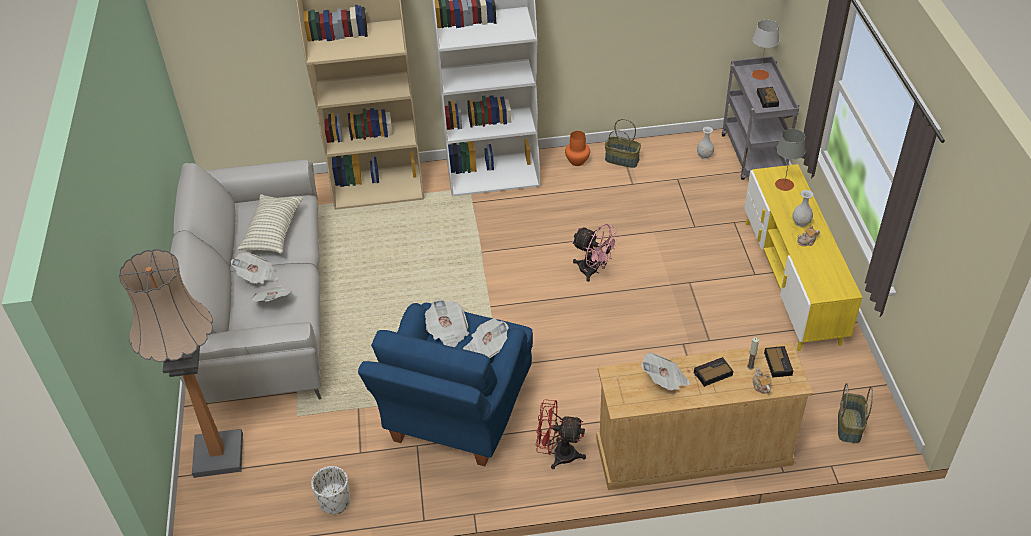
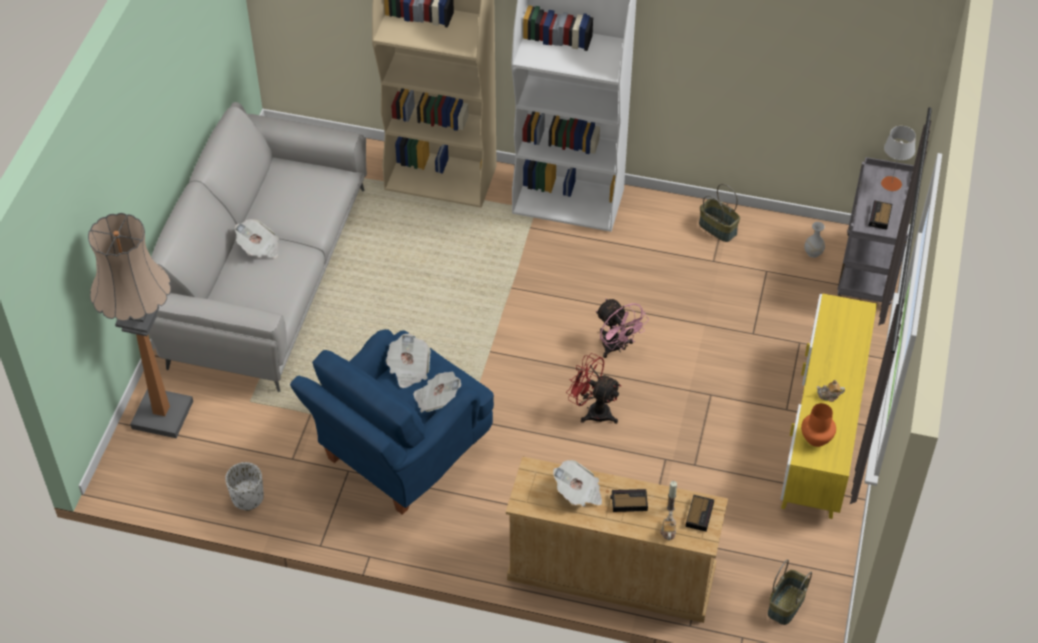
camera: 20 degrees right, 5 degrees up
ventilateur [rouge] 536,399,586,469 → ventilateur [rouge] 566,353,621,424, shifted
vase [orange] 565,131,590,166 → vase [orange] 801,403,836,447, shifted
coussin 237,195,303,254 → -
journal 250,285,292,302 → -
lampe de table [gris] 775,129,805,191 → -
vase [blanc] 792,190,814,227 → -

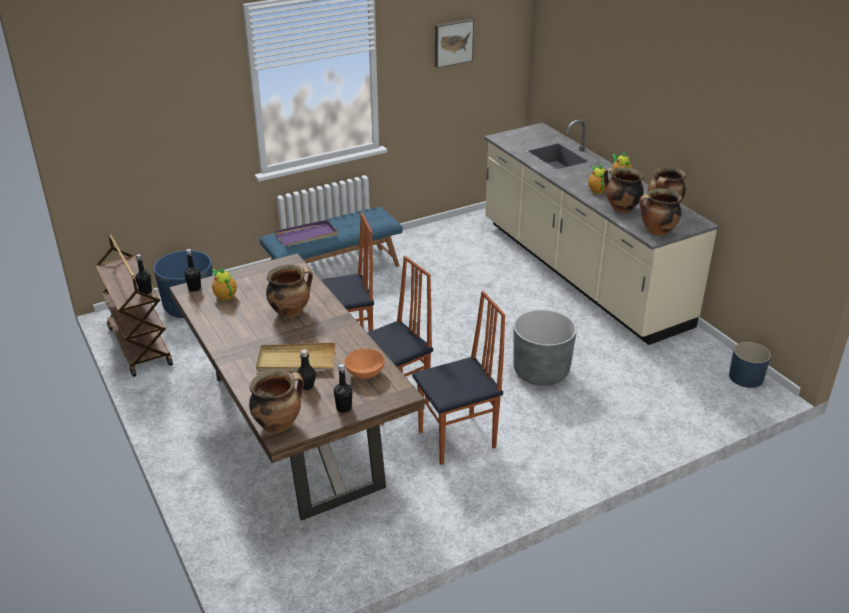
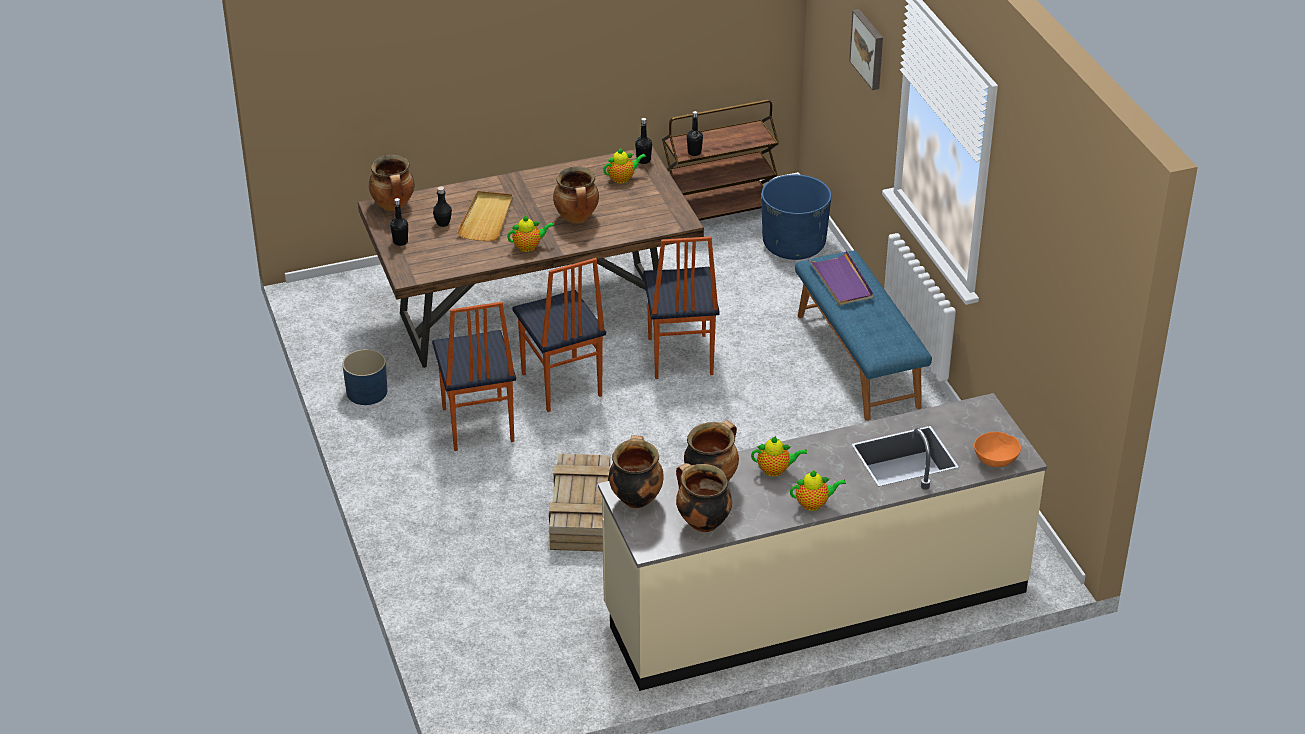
camera: 100 degrees right, 5 degrees up
cache-pot [bleu] 729,342,771,388 → cache-pot [bleu] 342,349,387,405, shifted
- → théière 507,215,554,252
cache-pot [gris] 513,309,577,386 → caisse 549,453,610,552
tableau 435,19,474,68 → tableau 849,9,883,90, shifted
bol [orange] 344,348,385,379 → bol [orange] 974,432,1021,467, shifted

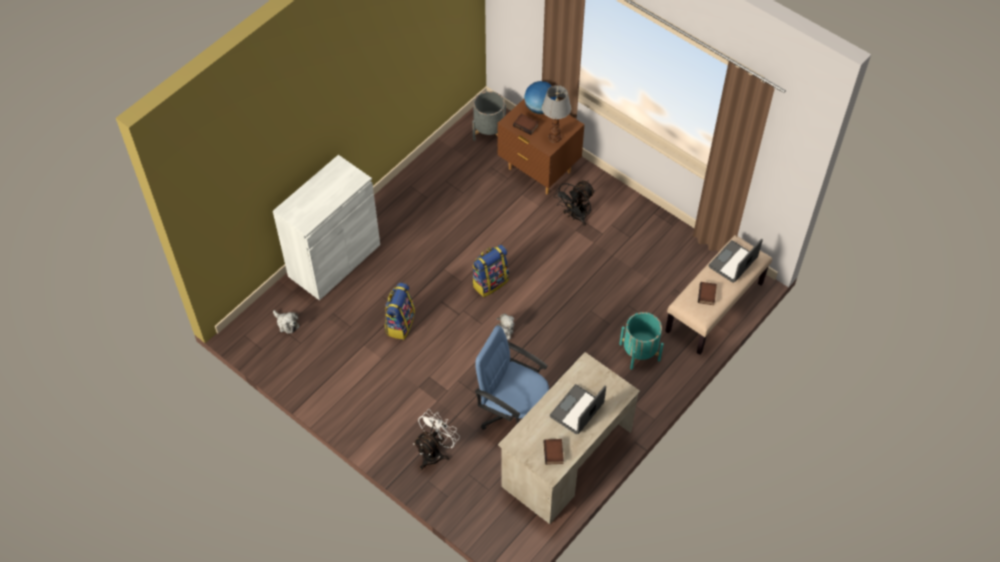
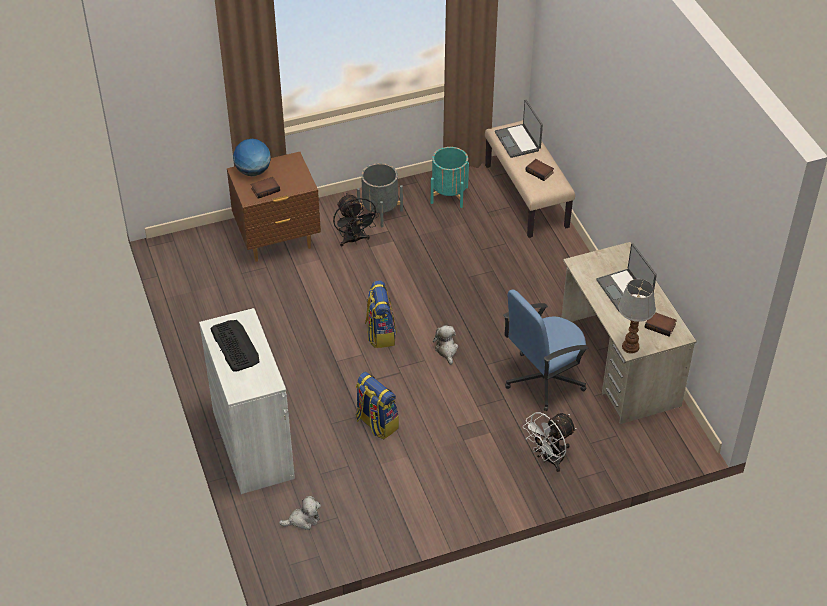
camera: 60 degrees left, 10 degrees down
- → clavier 210,320,260,372
cache-pot [gris] 472,91,506,141 → cache-pot [gris] 357,163,403,227, shifted
cache-pot [turquoise] 619,312,664,370 → cache-pot [turquoise] 431,147,469,208, shifted
ventilateur [blanc] 413,409,460,470 → ventilateur [blanc] 523,412,577,472, 105 degrees counterclockwise
lampe de table 542,85,571,143 → lampe de table 618,279,656,354, shifted

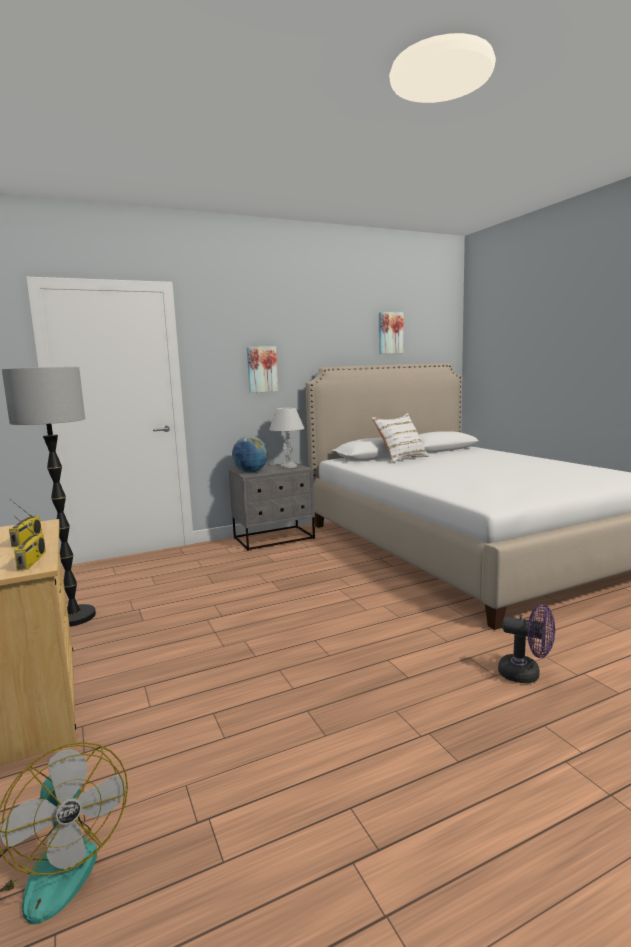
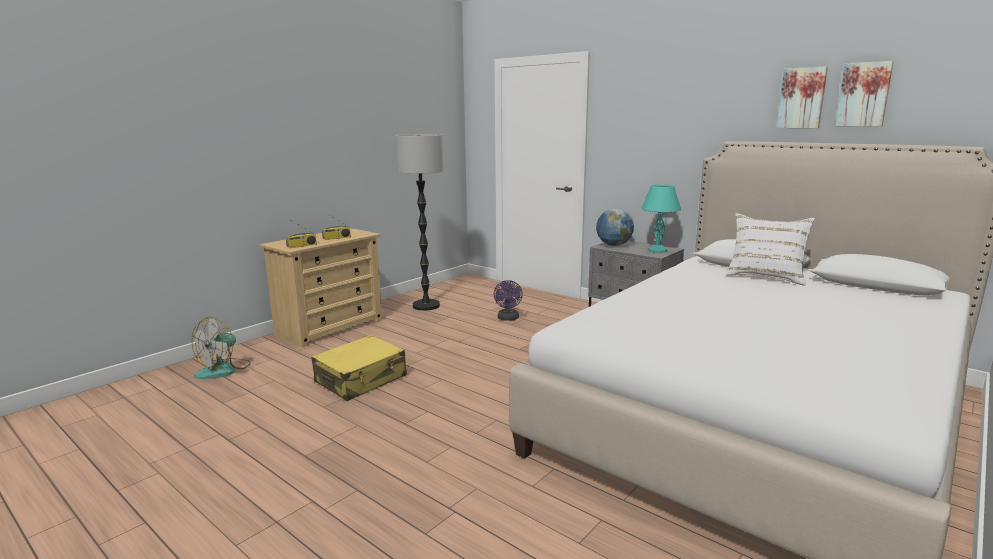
camera: 65 degrees right, 5 degrees up
- → valise [jaune] 311,335,407,401
ventilateur [violet] 498,604,555,683 → ventilateur [violet] 494,280,523,321, shifted
lampe de table [blanc] 269,408,304,468 → lampe de table [turquoise] 641,184,681,253
tableau 247,346,278,393 → tableau 777,66,828,128, shifted

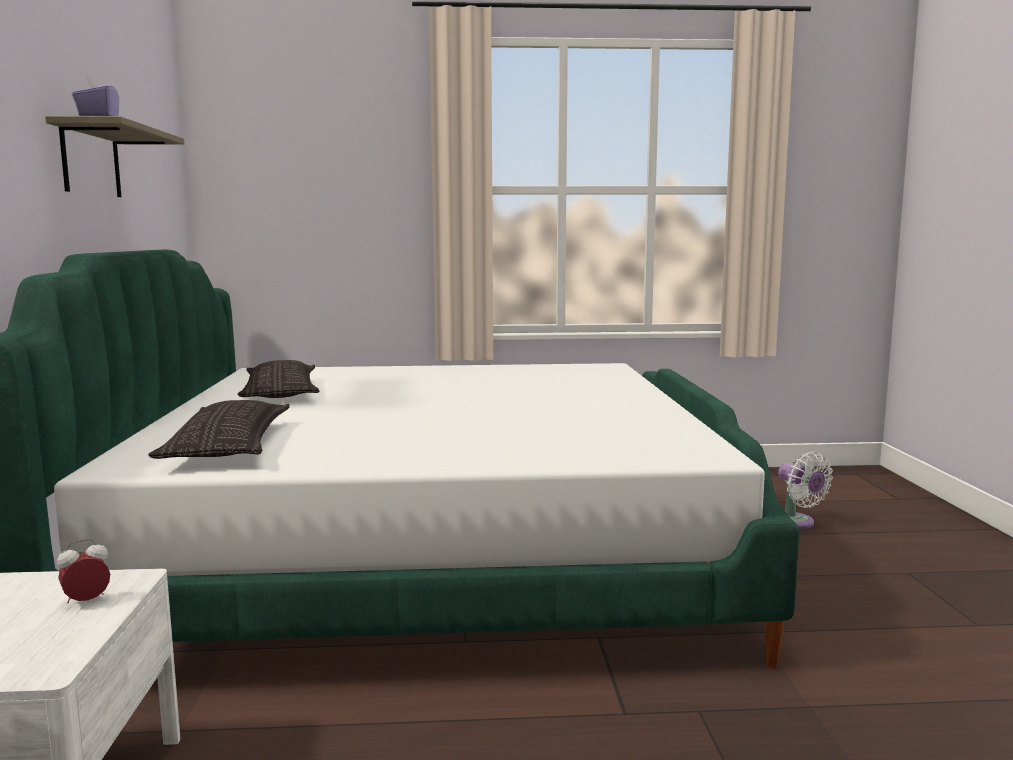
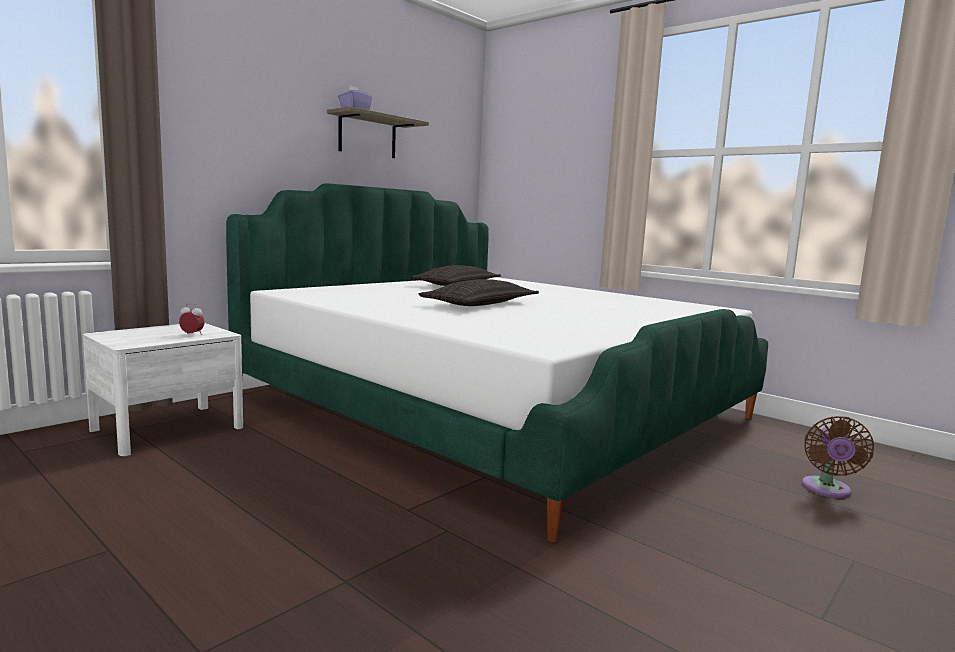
camera: 45 degrees right, 0 degrees up
coussin 148,400,289,459 → coussin 419,279,539,306, shifted
ventilateur [blanc] 778,452,833,529 → ventilateur [marron] 802,416,874,498

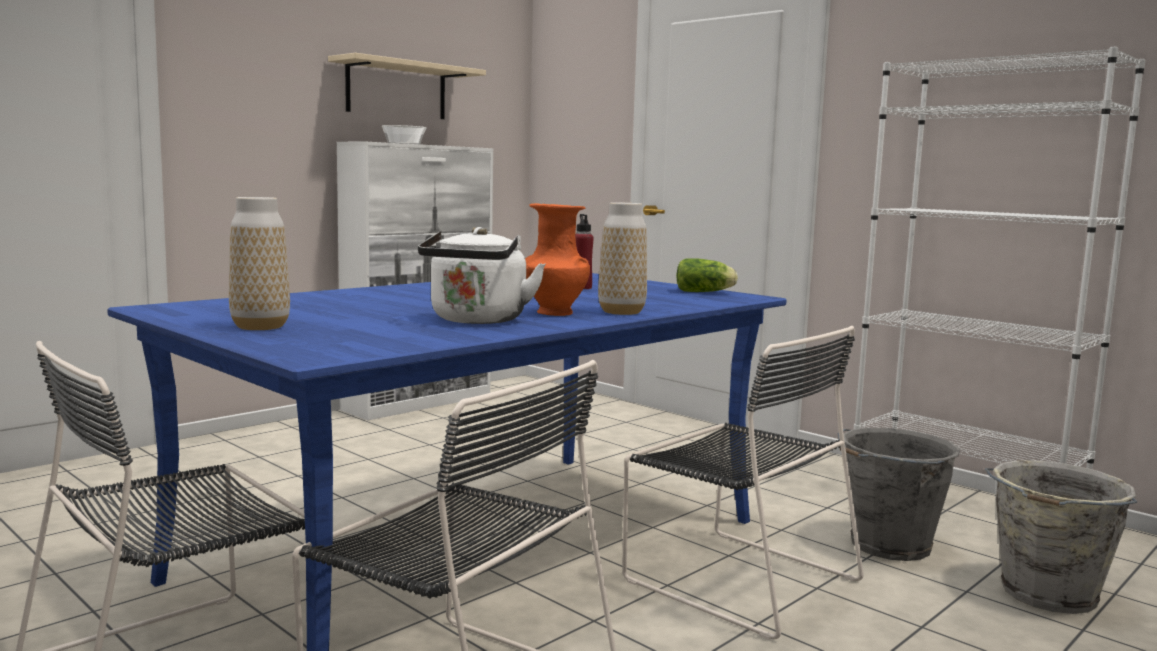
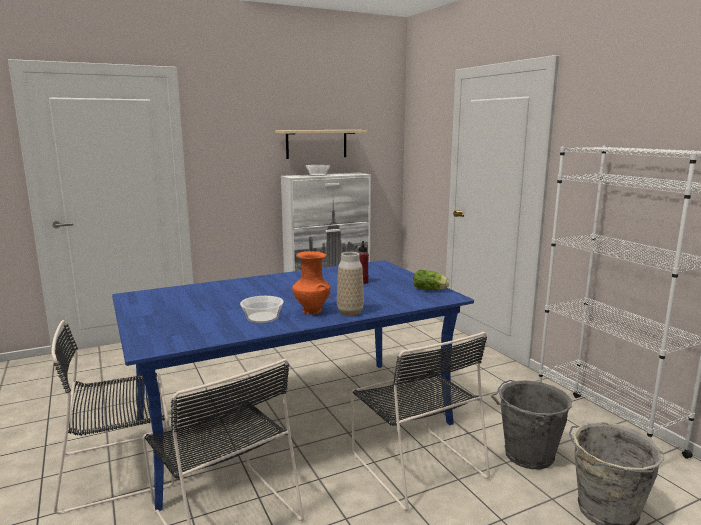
camera: 20 degrees right, 5 degrees up
bouilloire [blanc] 418,227,545,324 → bol 240,296,284,323
vase 229,197,290,330 → -

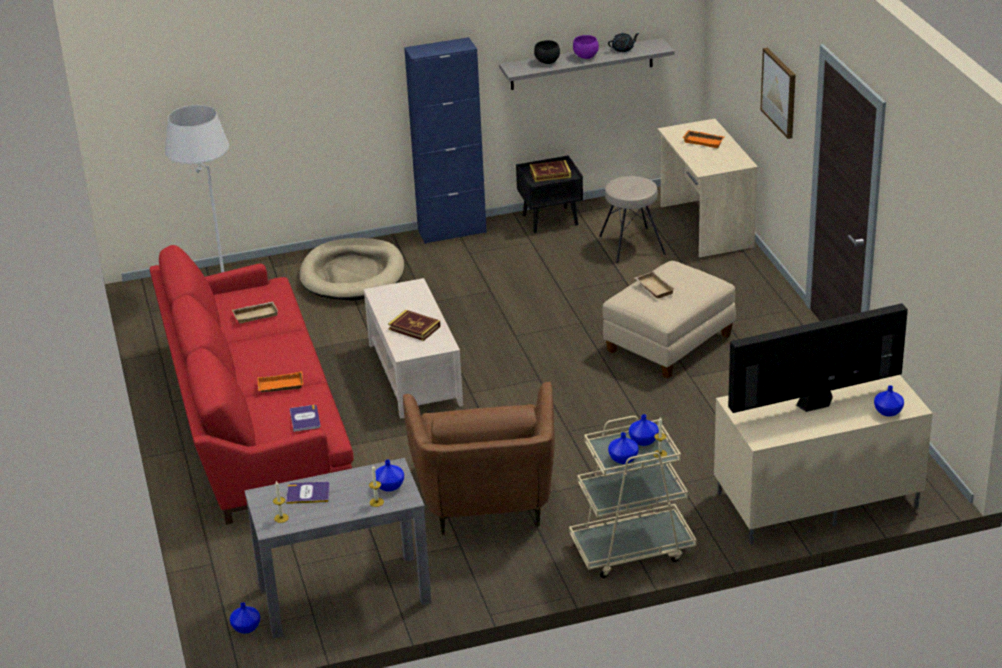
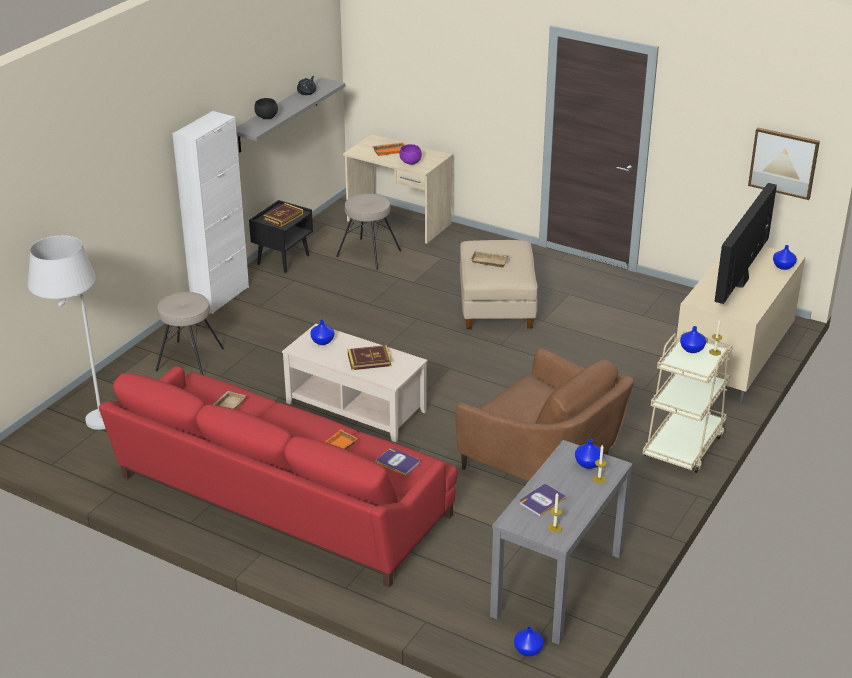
camera: 45 degrees left, 0 degrees up
panier pour chien [beige] 299,238,404,301 → tabouret [beige] 156,292,224,375
meuble de rangement [bleu] 404,37,487,244 → meuble de rangement [blanc] 172,111,249,314
vase [bleu] 608,432,639,464 → vase [bleu] 310,320,334,345, shifted
bol [violet] 573,35,599,59 → bol [violet] 400,144,422,165, shifted
tableau 760,47,795,139 → tableau 748,127,820,200, shifted

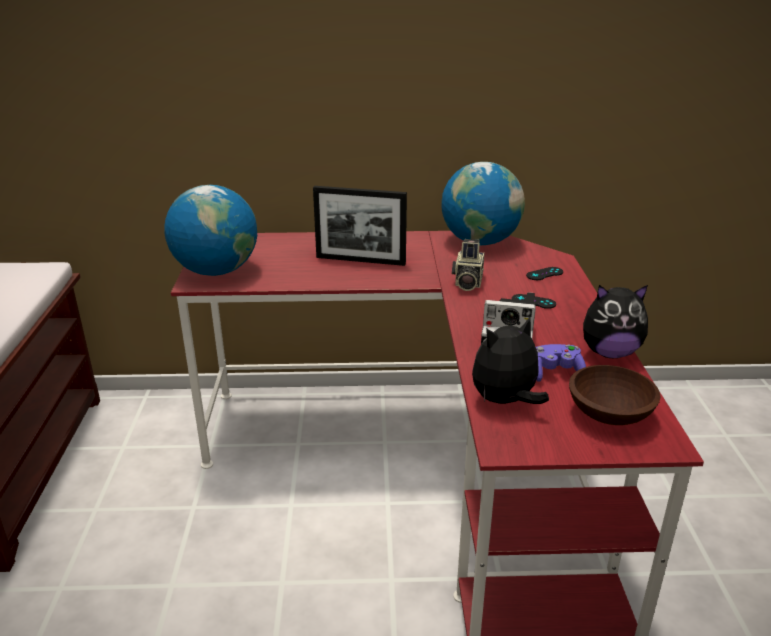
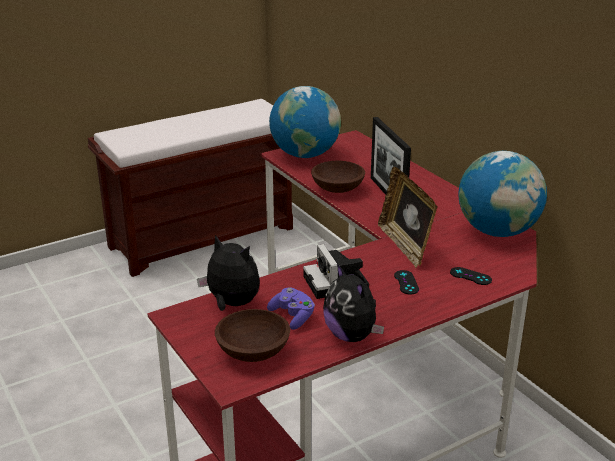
camera: 60 degrees right, 0 degrees up
- → bol [marron] 311,161,365,193
appareil photo 452,239,484,291 → cadre photo 378,167,437,268

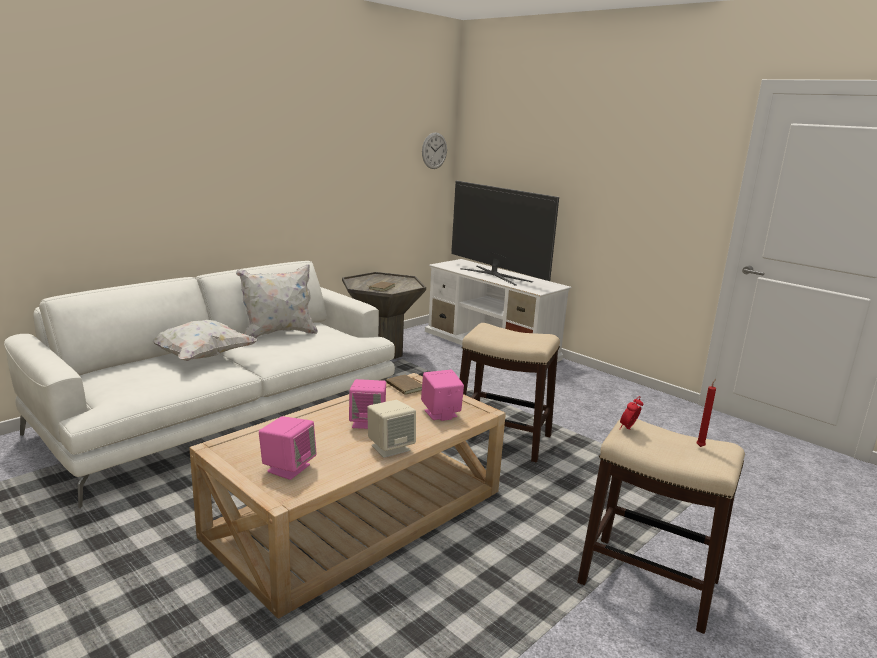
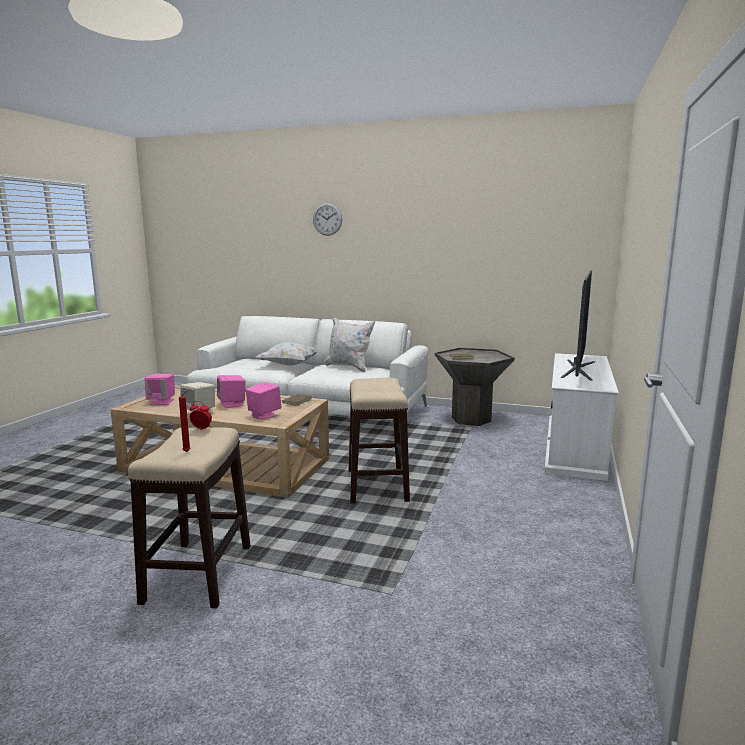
camera: 65 degrees right, 5 degrees down
horloge murale 422,132,447,169 → horloge murale 313,203,342,236, shifted

